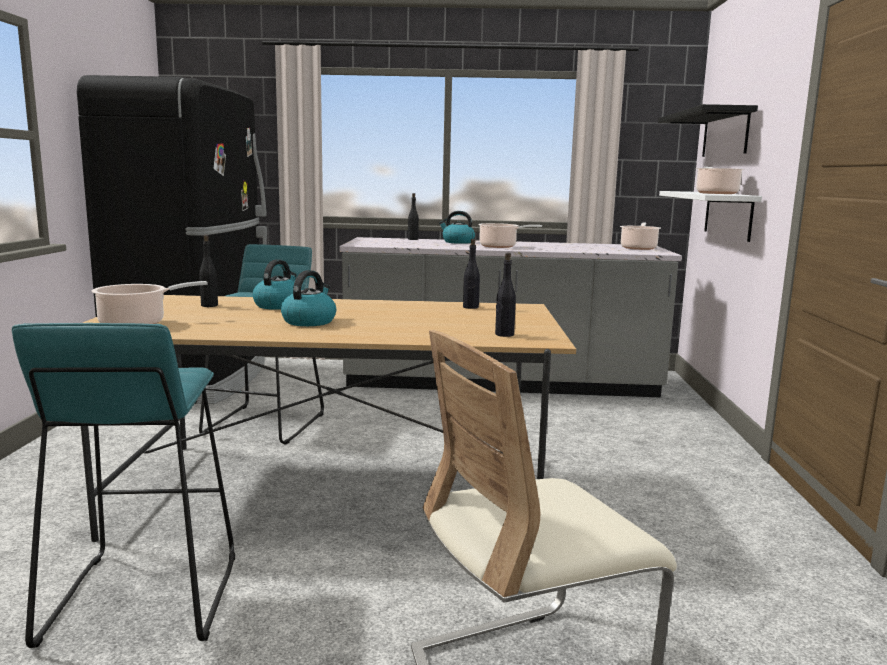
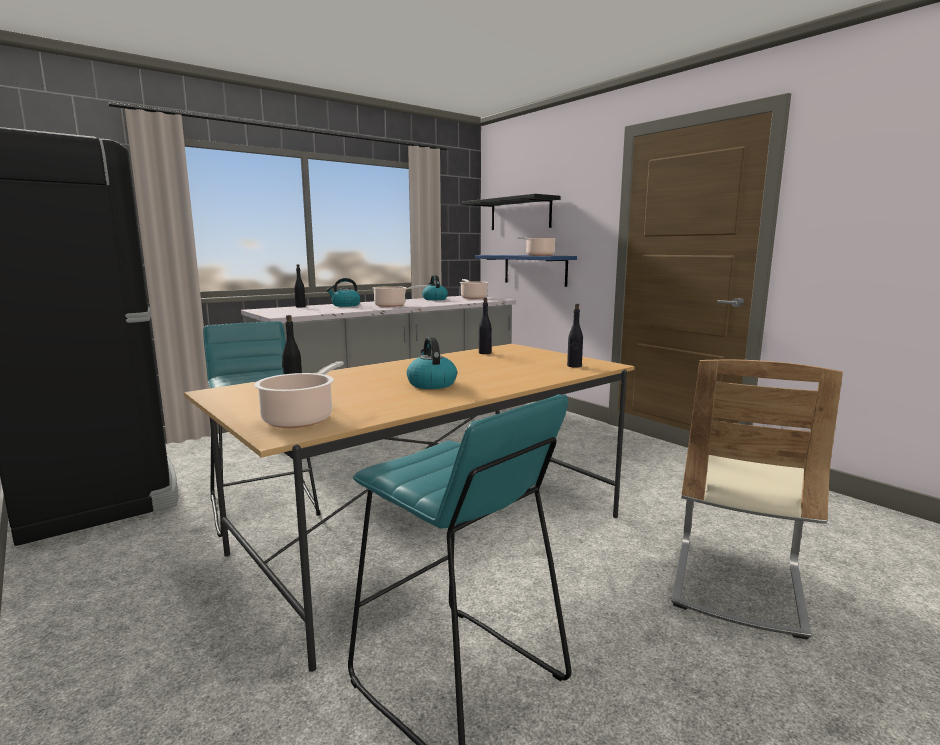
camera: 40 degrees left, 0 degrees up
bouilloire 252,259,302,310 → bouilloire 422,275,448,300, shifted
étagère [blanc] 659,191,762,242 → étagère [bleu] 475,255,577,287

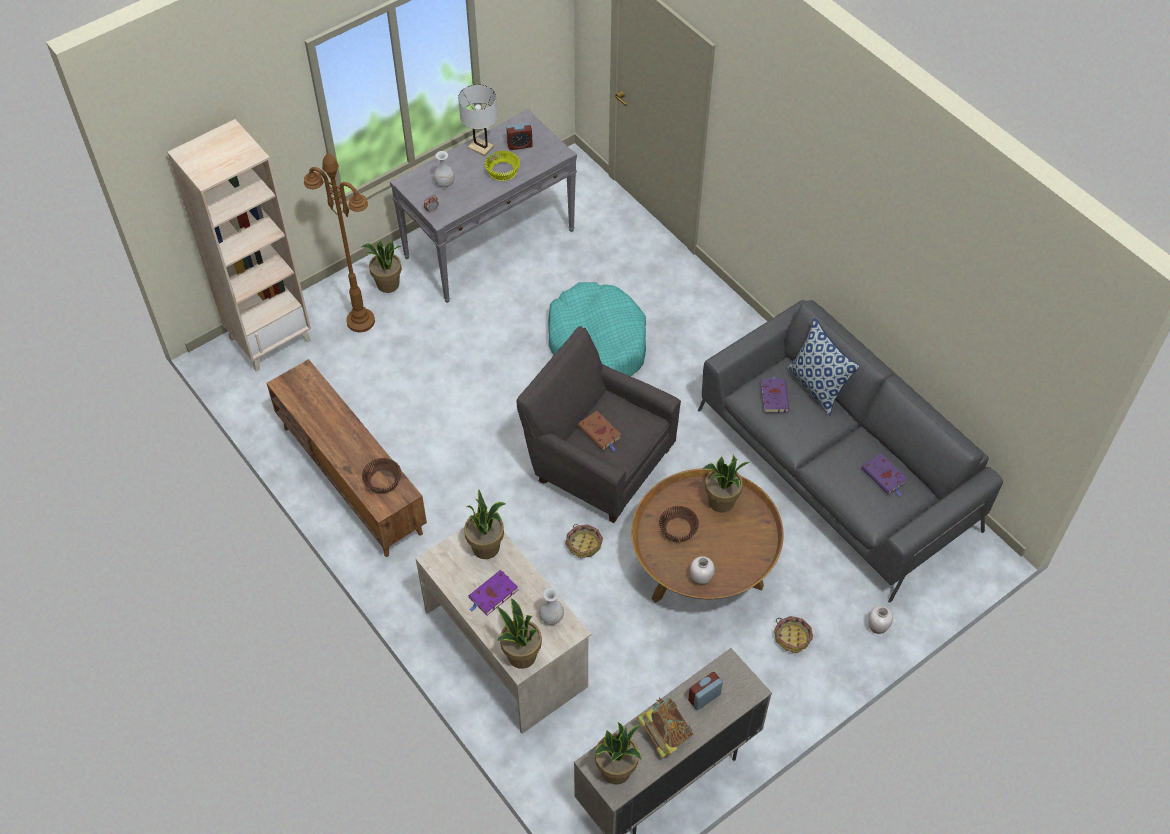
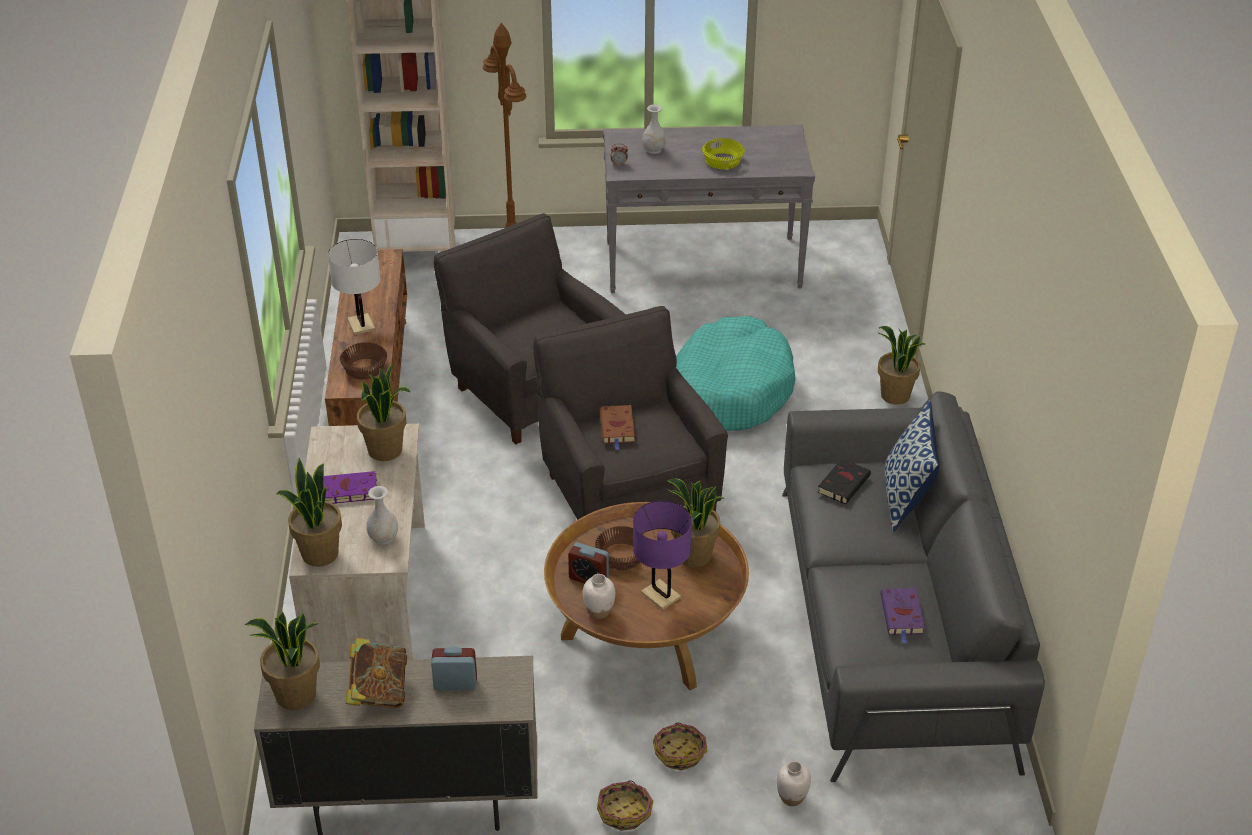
camera: 35 degrees right, 15 degrees down
lampe de table [blanc] 458,84,497,156 → lampe de table [blanc] 328,239,381,335, shifted
- → fauteuil [gris] 434,213,626,444
réveil 506,123,533,150 → réveil 568,542,609,583, shifted
panier 565,524,603,558 → panier 597,780,653,831, shifted
- → lampe de table [violet] 633,501,692,610
livre [violet] 761,377,789,413 → livre [noir] 817,459,871,504
plante en pot 361,240,402,293 → plante en pot 877,326,925,405, shifted

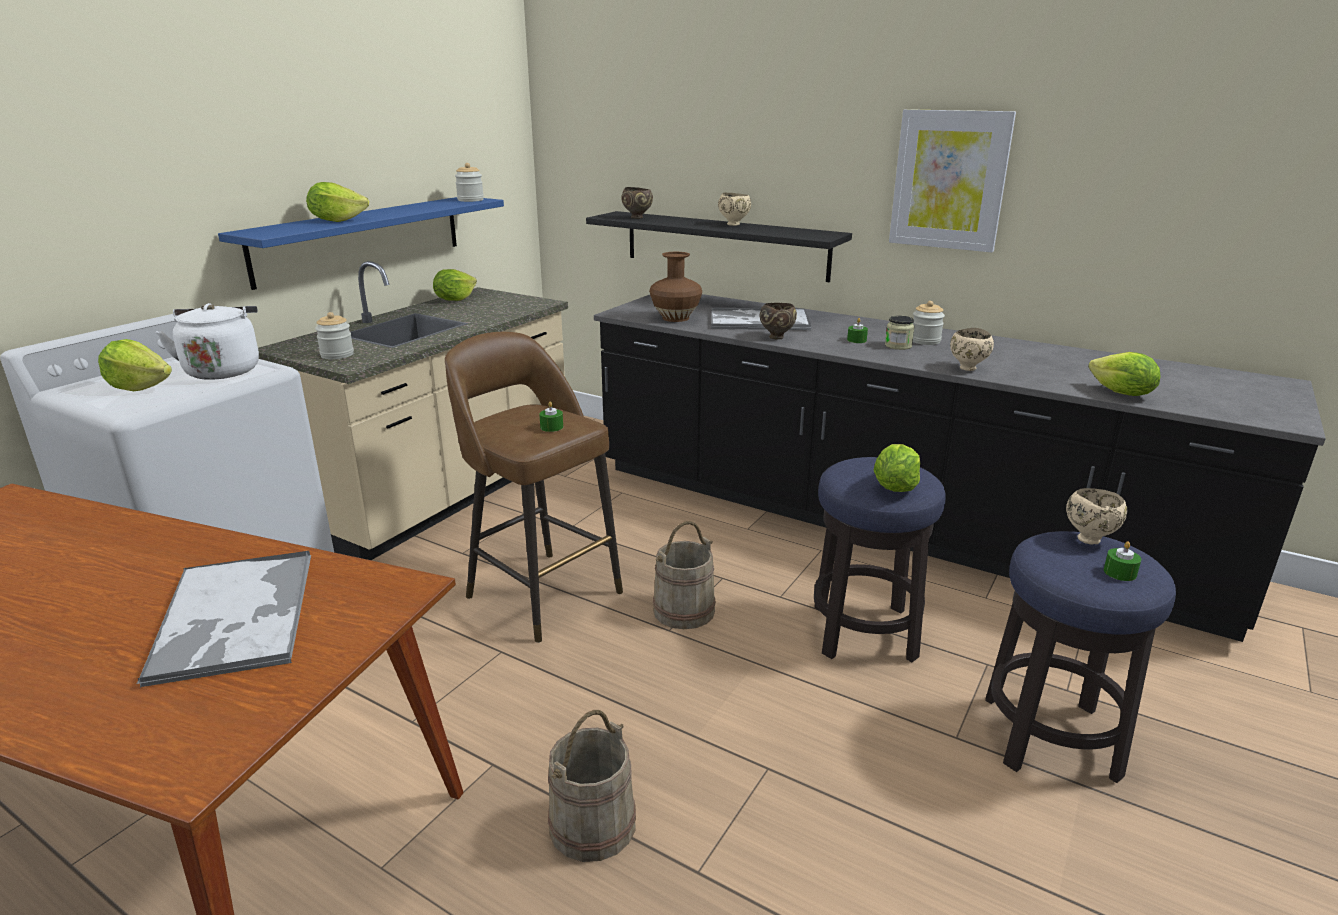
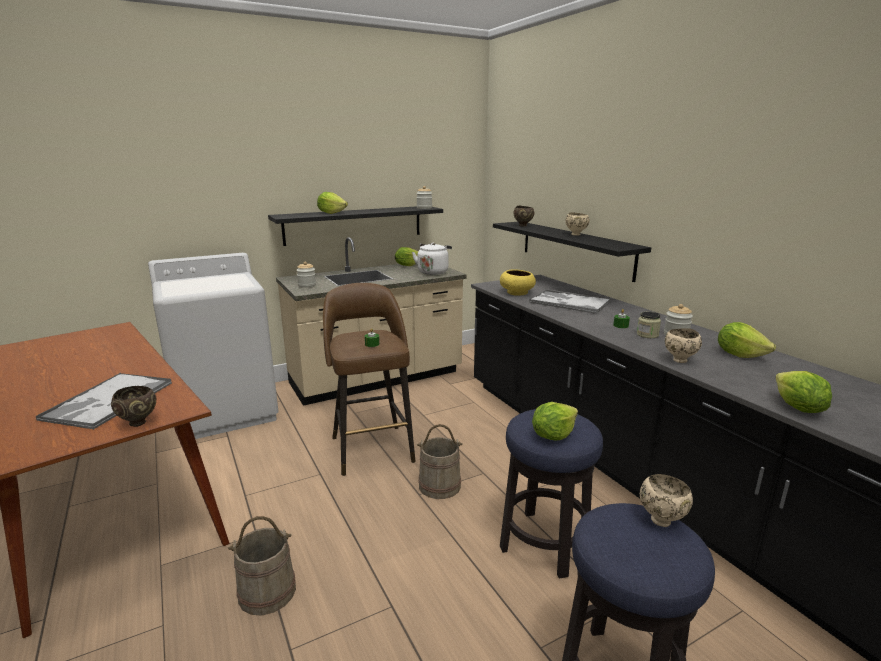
camera: 30 degrees right, 5 degrees down
bol [marron] 760,303,797,340 → bol [marron] 111,386,156,427, shifted
étagère [bleu] 218,197,504,290 → étagère [noir] 268,206,443,246
bouilloire [blanc] 156,303,259,380 → bouilloire [blanc] 412,242,452,275, shifted
vase [marron] 649,252,702,322 → bol [jaune] 500,270,536,296
laitue 98,339,172,391 → laitue 718,322,776,358, shifted
tableau 889,109,1016,252 → -
bougie [vert] 1104,541,1141,581 → -

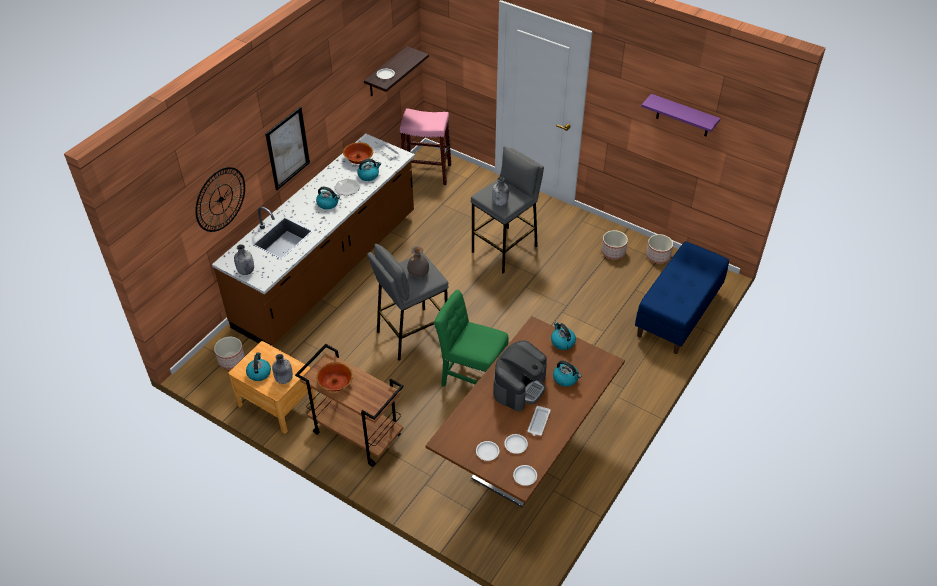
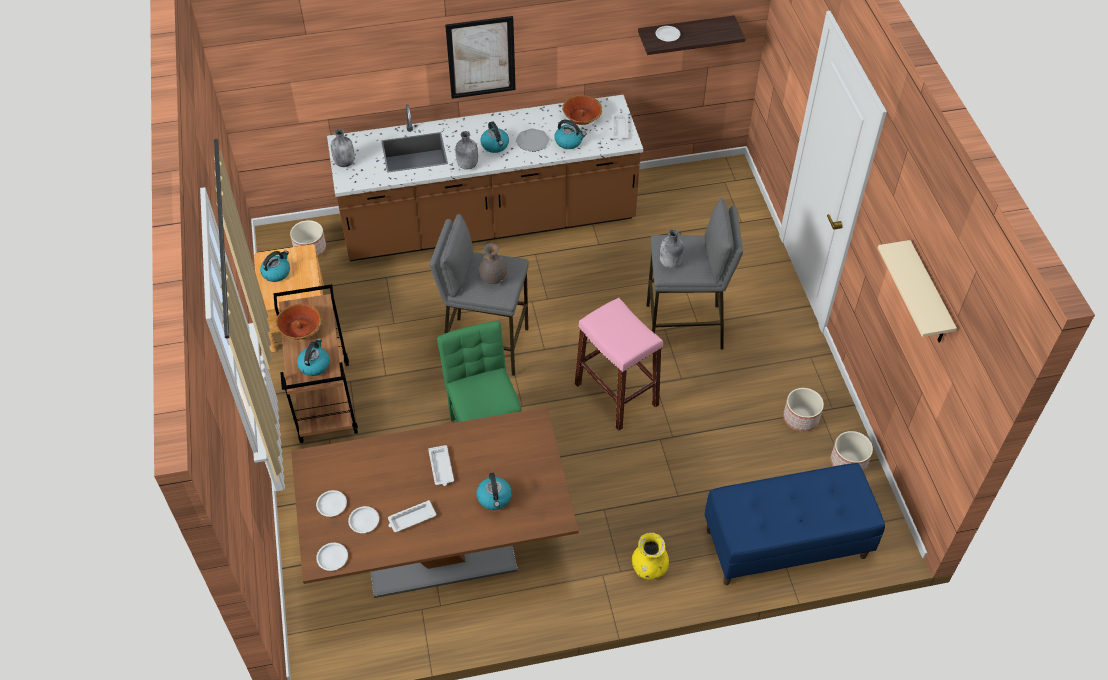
camera: 45 degrees right, 5 degrees up
bouilloire 551,322,576,350 → bouilloire 297,338,330,376, shifted
machine à café 493,340,547,411 → plateau [blanc] 428,445,454,486
bouteille [gris] 272,354,293,384 → bouteille [gris] 455,131,478,169, shifted
tabouret [rose] 400,108,451,185 → tabouret [rose] 575,297,663,431, shifted
- → vase [jaune] 632,533,669,580
étagère [violet] 641,94,720,136 → étagère [beige] 878,240,957,342
horloge murale 195,167,245,232 → -

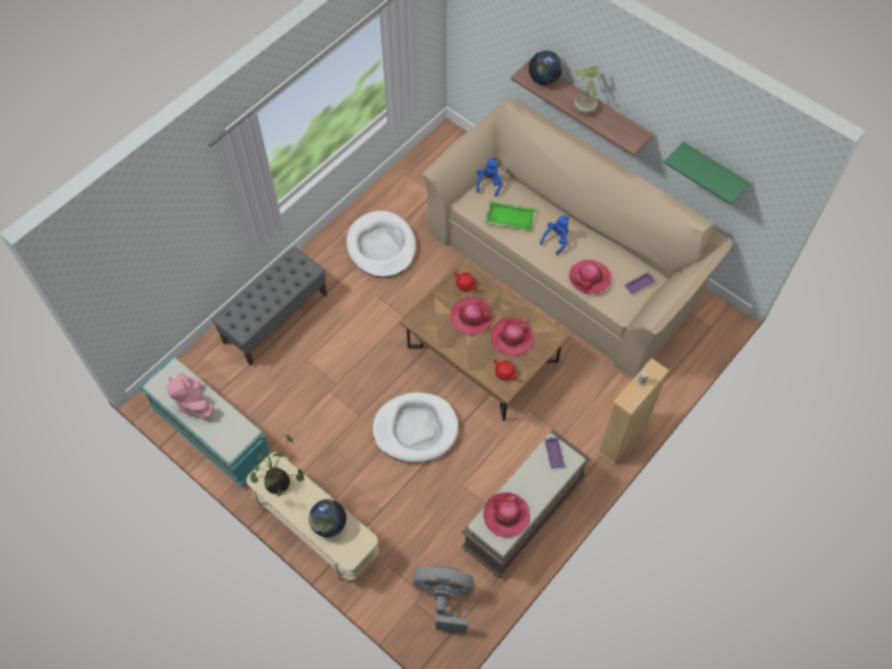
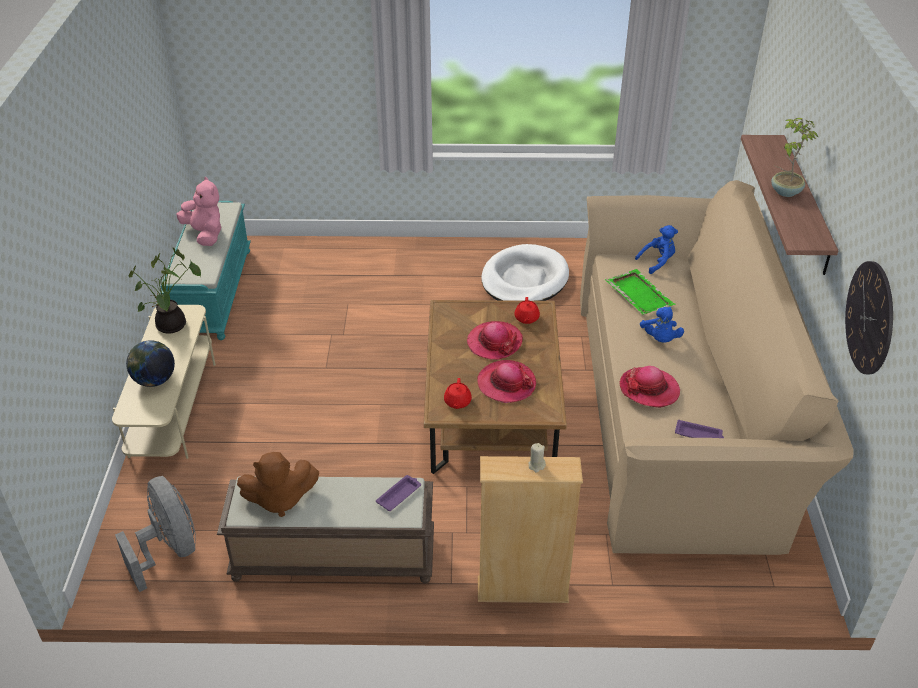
camera: 50 degrees right, 20 degrees down
peluche [rose] 167,373,213,418 → peluche [rose] 176,177,221,246, 120 degrees clockwise
chapeau 483,493,530,538 → peluche [marron] 237,452,319,517
peluche [bleu] 540,216,569,255 → peluche [bleu] 640,307,684,343, 90 degrees clockwise
étagère [vert] 664,142,750,205 → horloge murale 845,261,893,374
banc [gris] 212,247,327,366 → -
panier pour chien [blanc] 373,392,459,463 → -
globe 529,50,562,85 → -

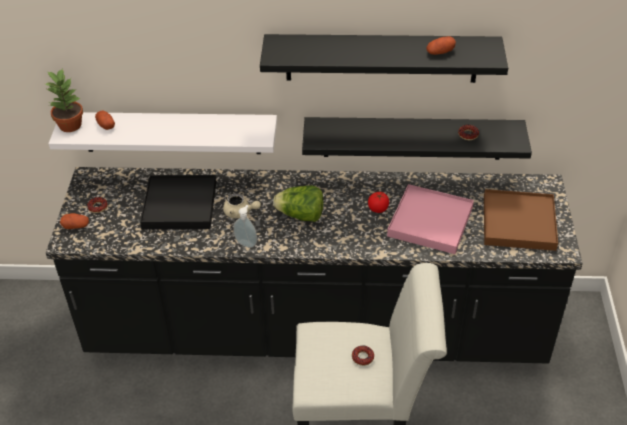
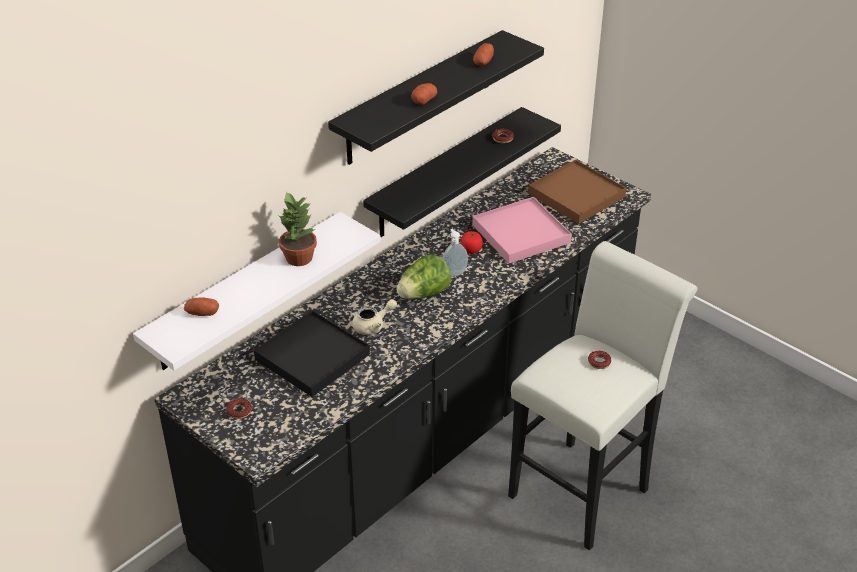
camera: 50 degrees left, 5 degrees down
plante en pot 45,69,83,132 → plante en pot 279,191,317,266, shifted
pomme de terre 60,213,89,229 → pomme de terre 411,83,437,105, shifted
distributeur de savon 233,205,257,248 → distributeur de savon 442,229,468,277, shifted

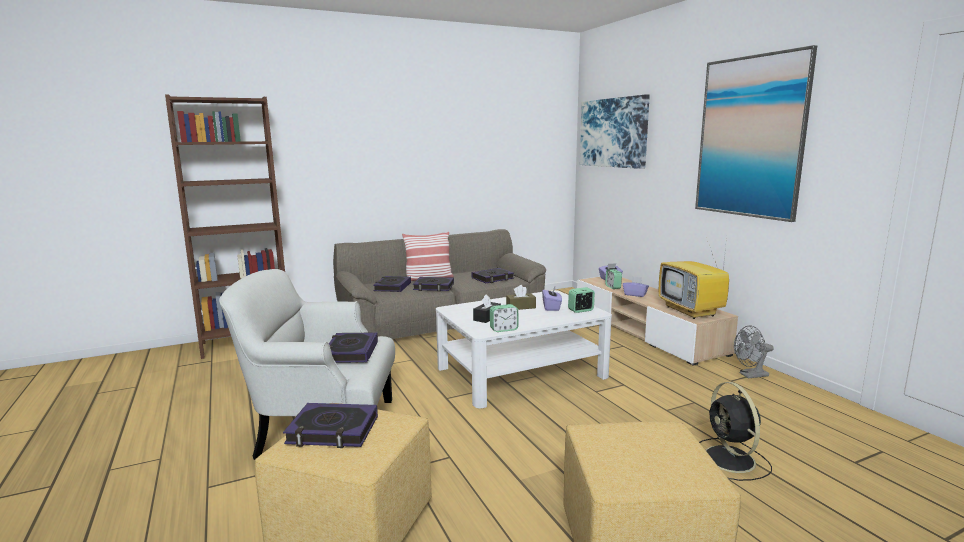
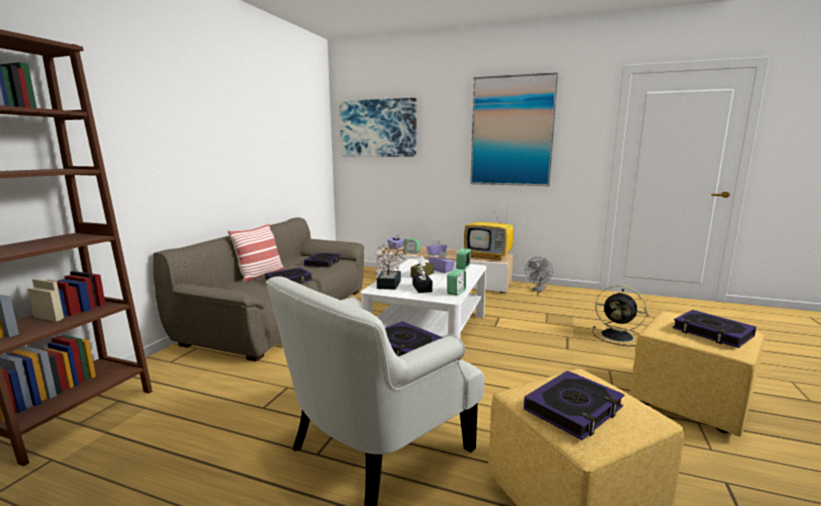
camera: 45 degrees left, 0 degrees up
- → plante en pot 374,241,406,290
livre 373,276,411,292 → livre 672,310,756,348, shifted

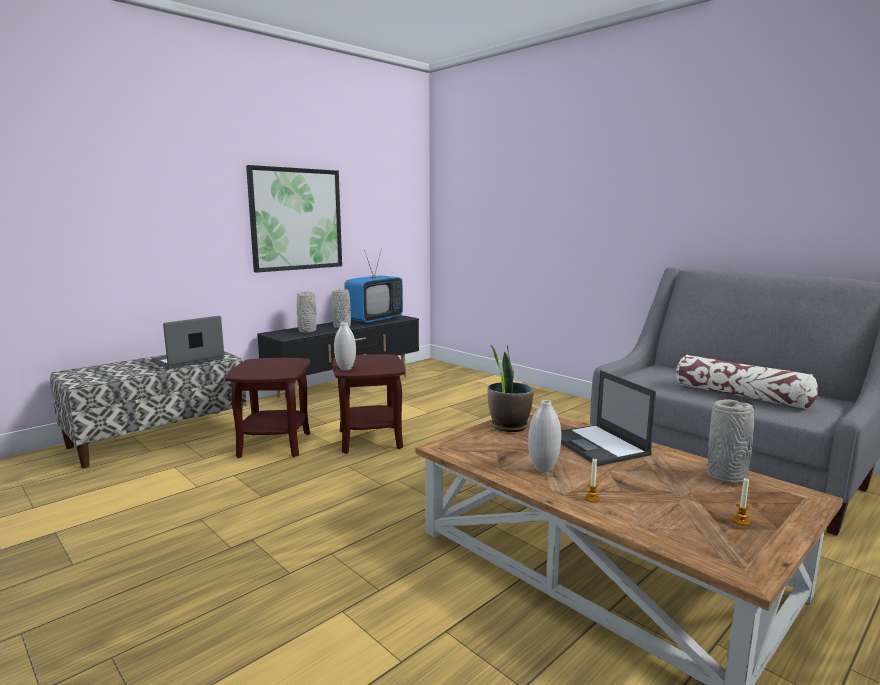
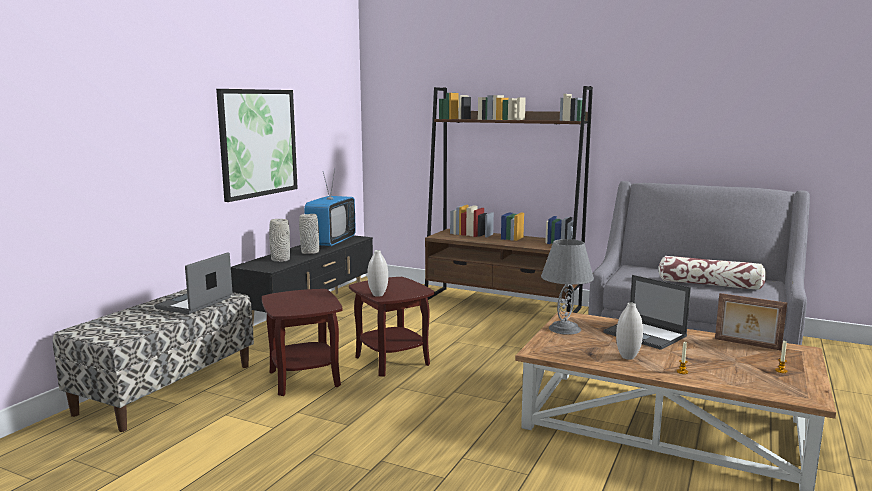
camera: 20 degrees left, 0 degrees up
- → bibliothèque [marron] 425,86,593,313
plante en pot 487,345,534,432 → lampe de table [gris] 541,239,594,335
vase [gris] 707,400,754,484 → cadre photo 715,293,787,351

